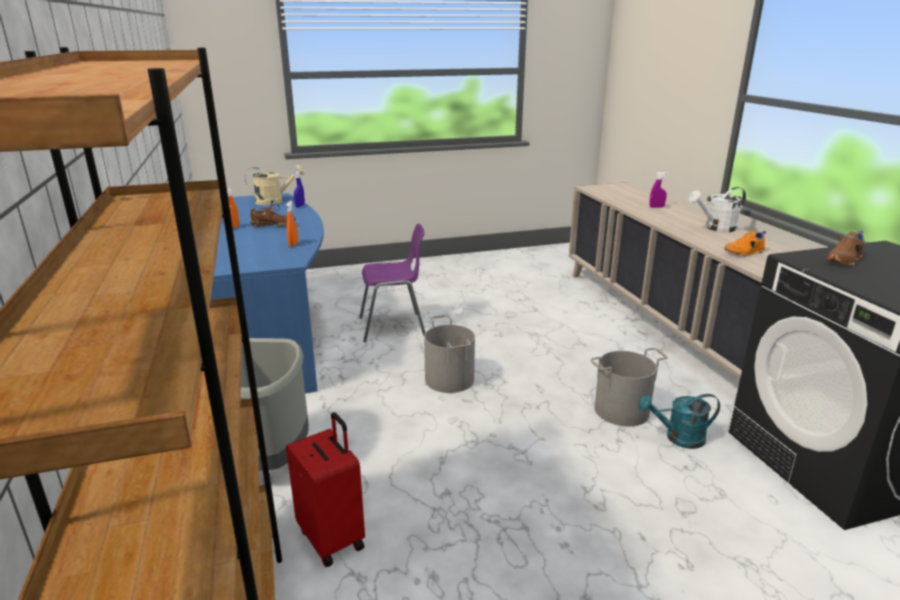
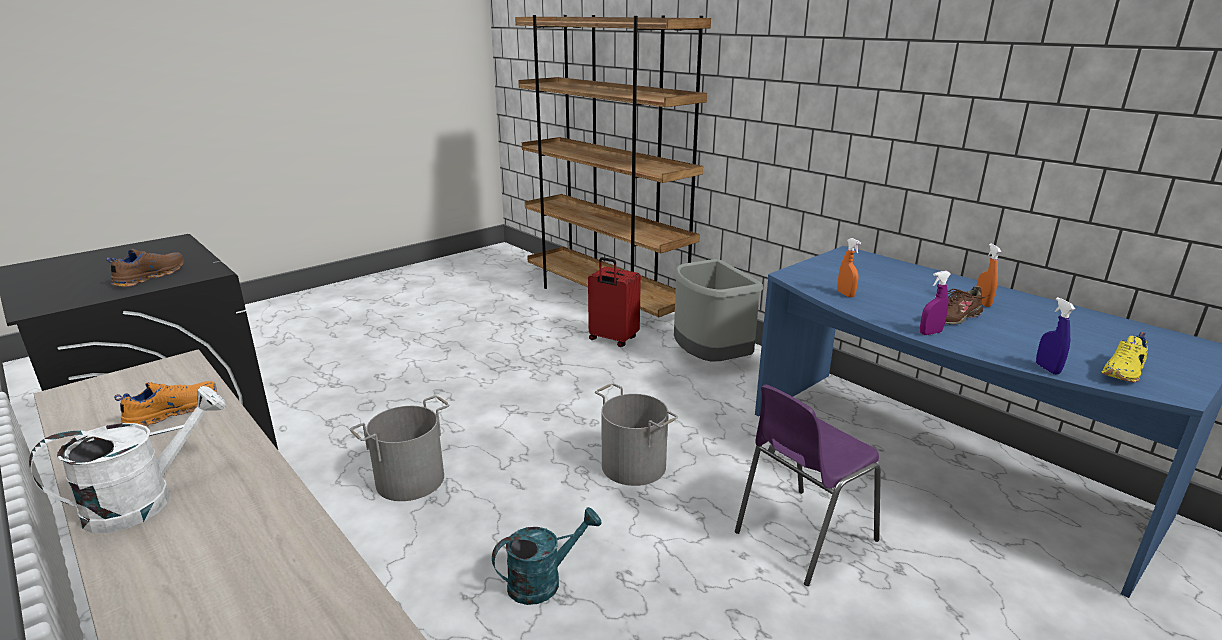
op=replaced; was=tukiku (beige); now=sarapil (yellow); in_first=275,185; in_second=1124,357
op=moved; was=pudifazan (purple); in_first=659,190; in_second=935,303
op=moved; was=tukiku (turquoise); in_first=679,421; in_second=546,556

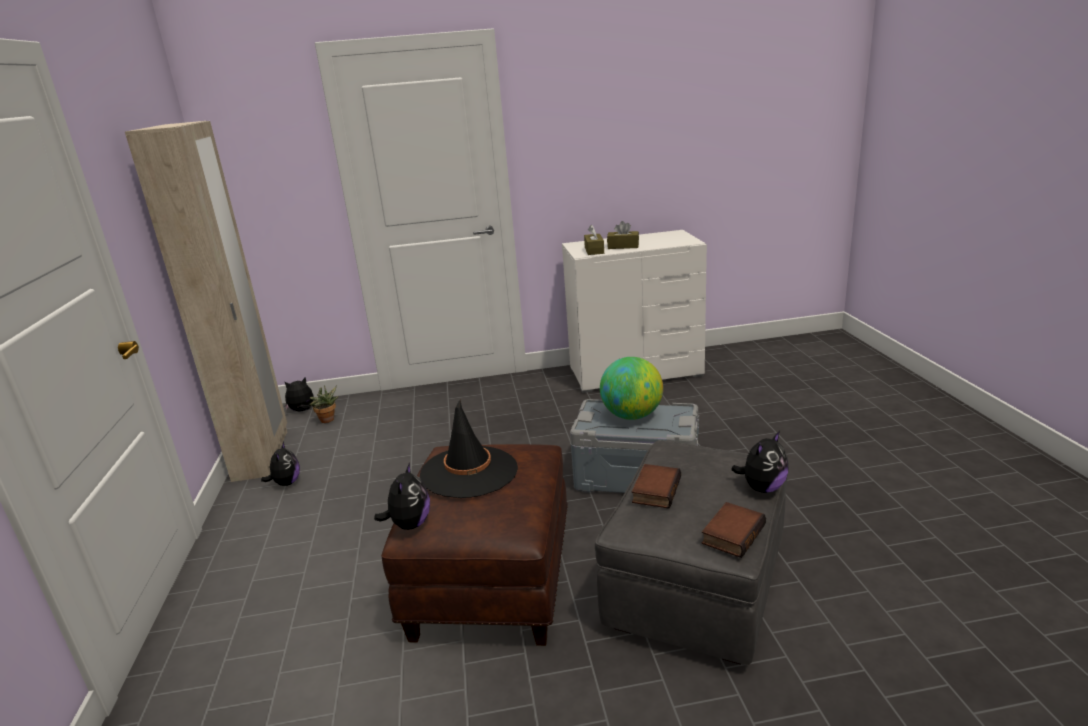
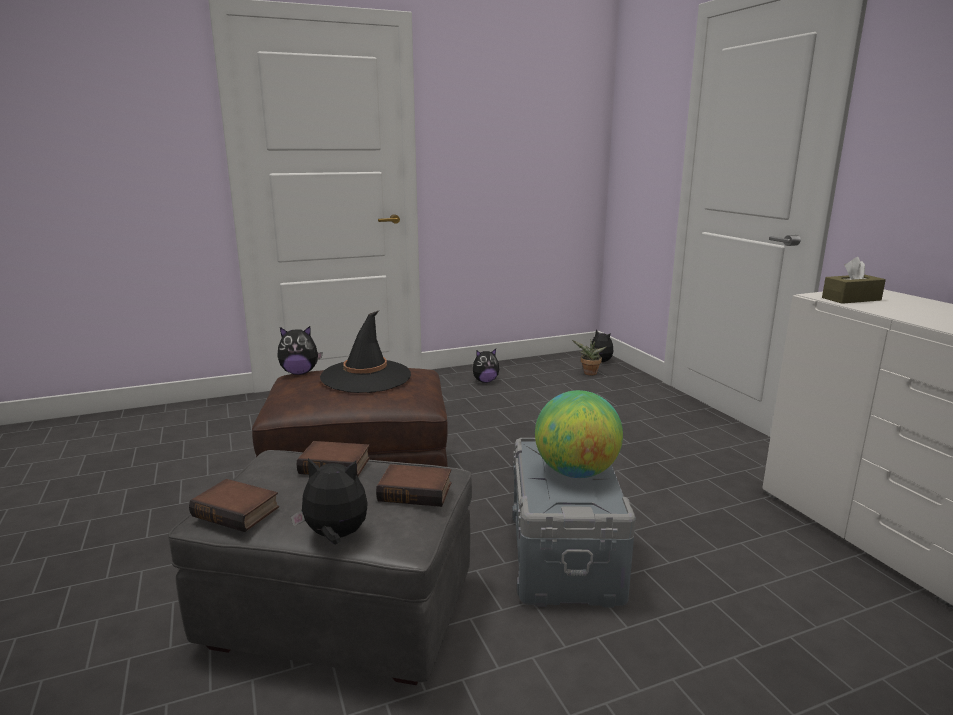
op=removed; was=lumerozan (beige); in_first=206,301
op=removed; was=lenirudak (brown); in_first=623,235
op=turned; was=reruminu; in_first=759,462; in_second=329,501; clockwise=150
op=added; now=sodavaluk; in_second=413,485

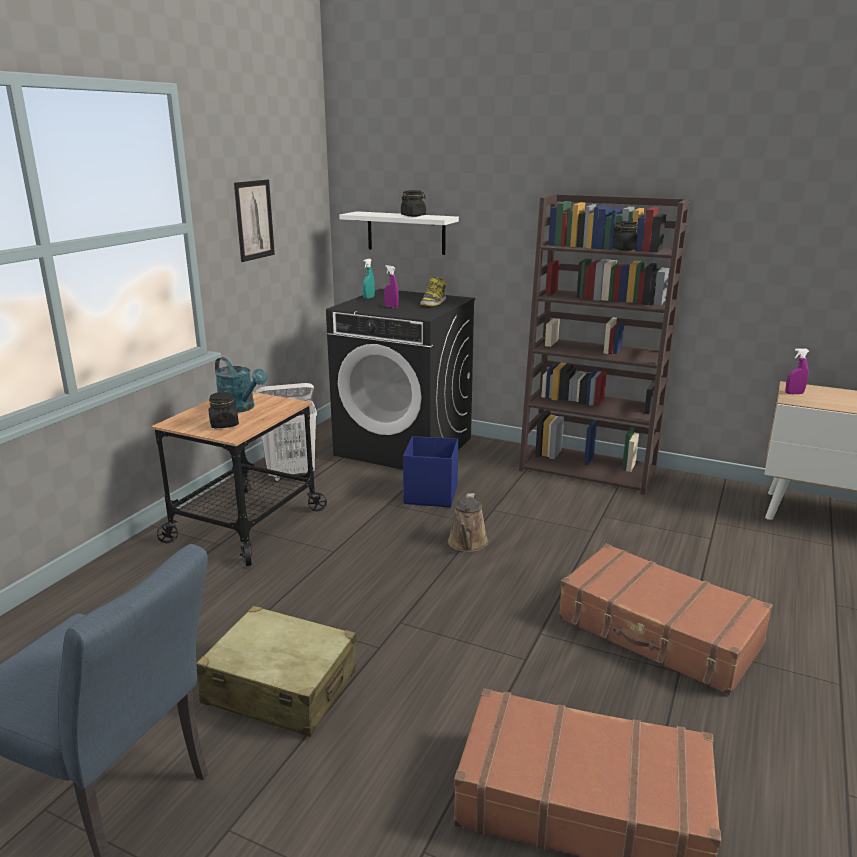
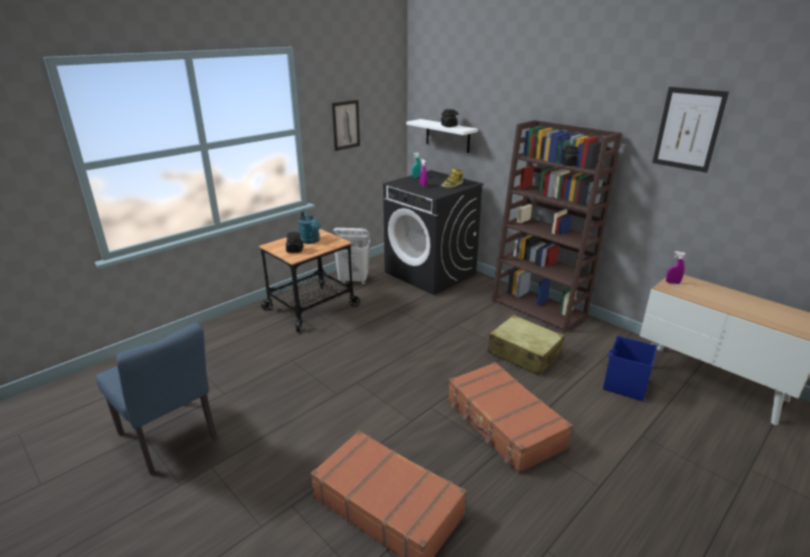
op=moved; was=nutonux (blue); in_first=430,471; in_second=630,368
op=removed; was=tukiku (brown); in_first=468,522
op=moved; was=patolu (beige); in_first=276,671; in_second=526,345
op=added; now=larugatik; in_second=690,130

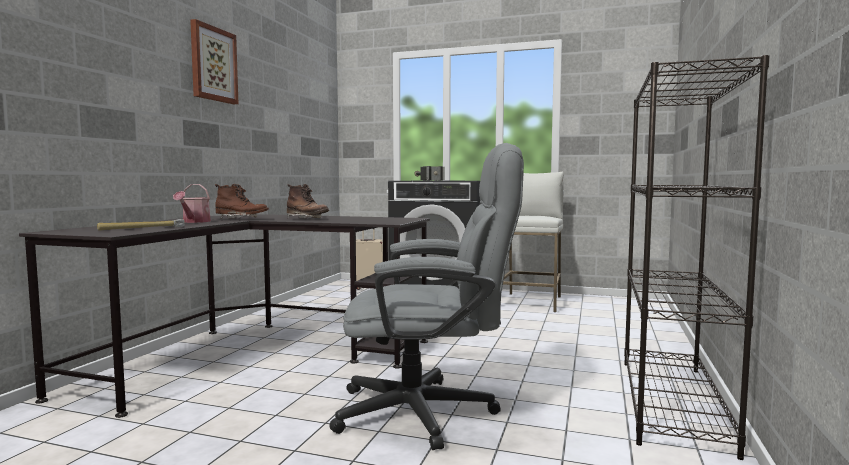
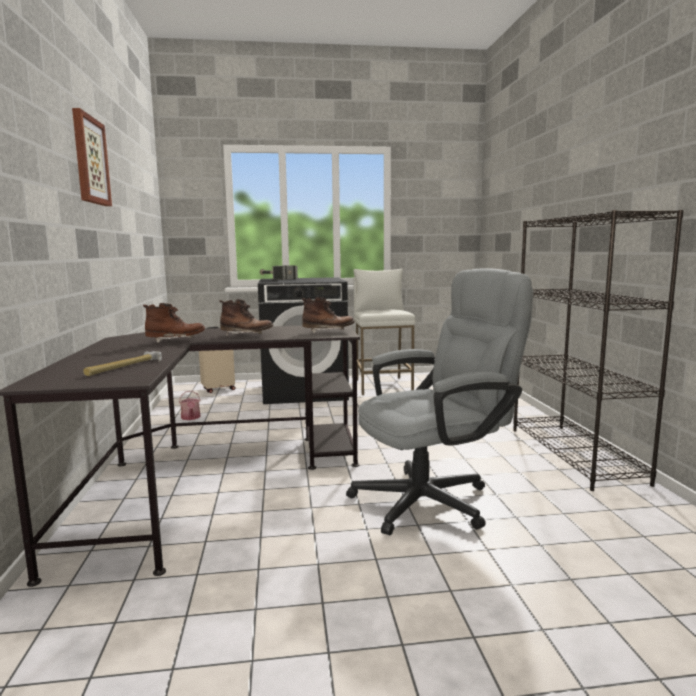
op=moved; was=tukiku; in_first=192,203; in_second=189,405
op=added; now=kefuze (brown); in_second=328,315

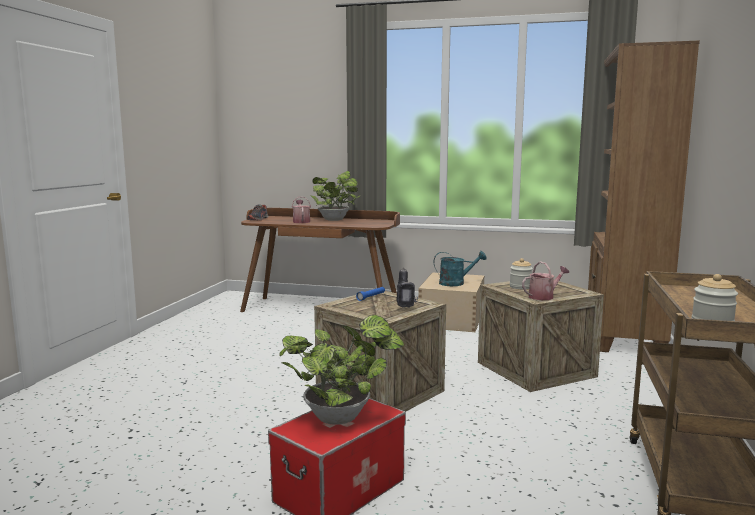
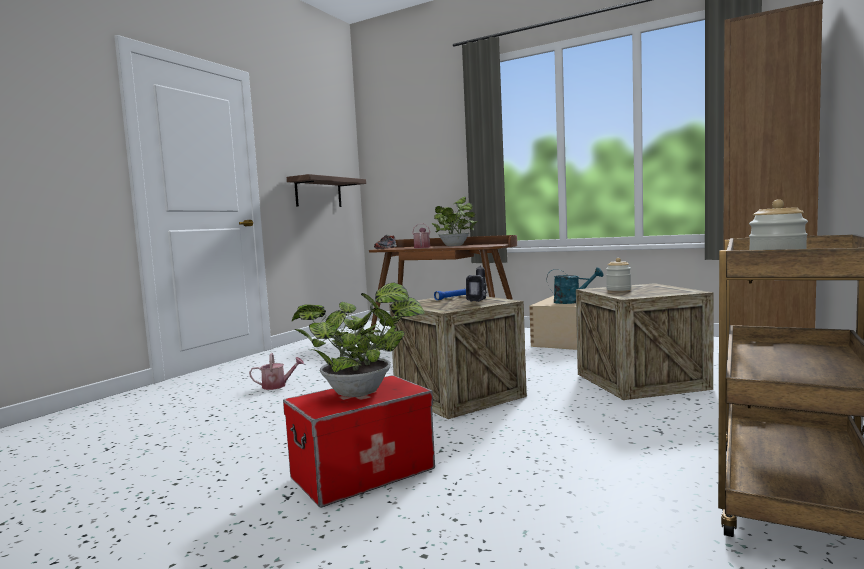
op=moved; was=tukiku; in_first=545,280; in_second=276,371
op=added; now=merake; in_second=326,190

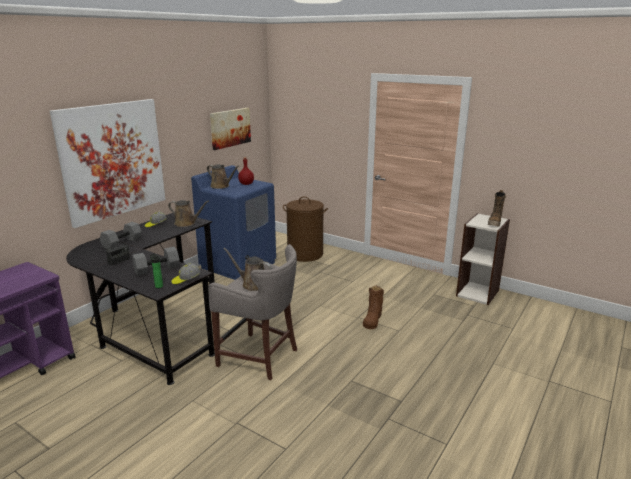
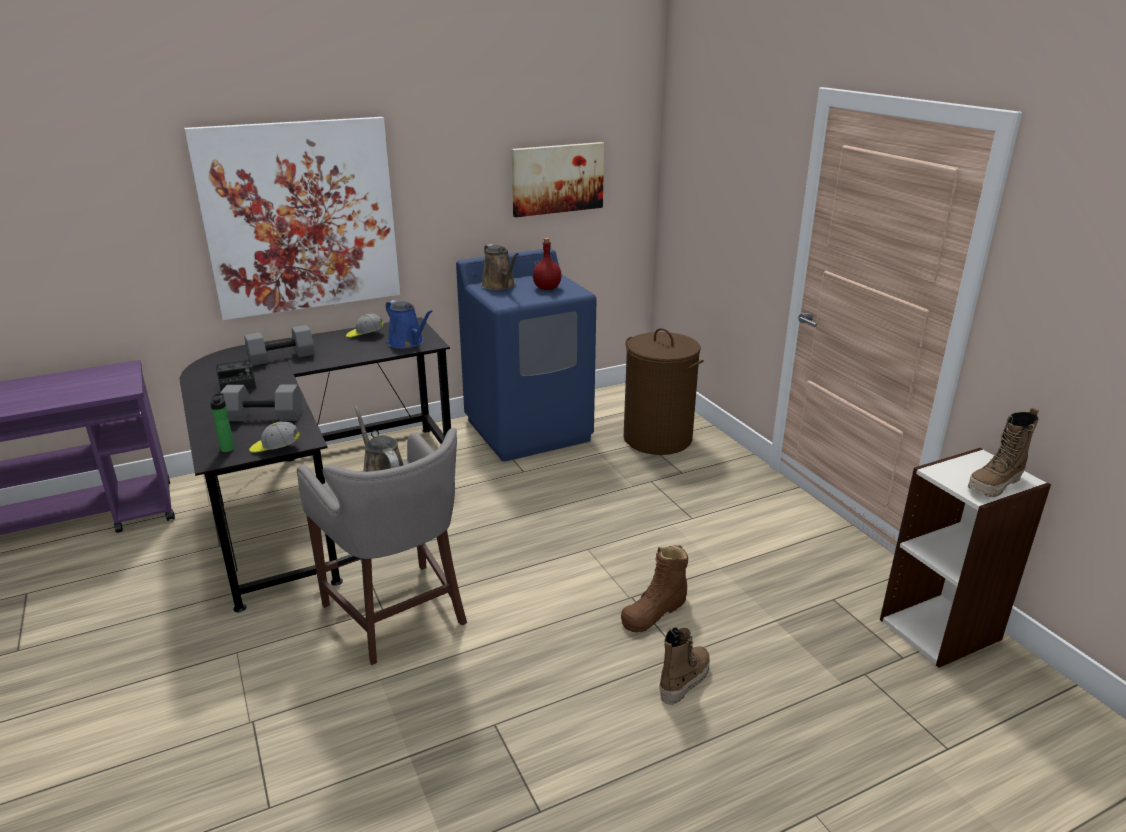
op=recoloured; was=tukiku (brown); now=tukiku (blue); in_first=188,213; in_second=409,324
op=added; now=kefuze; in_second=684,666

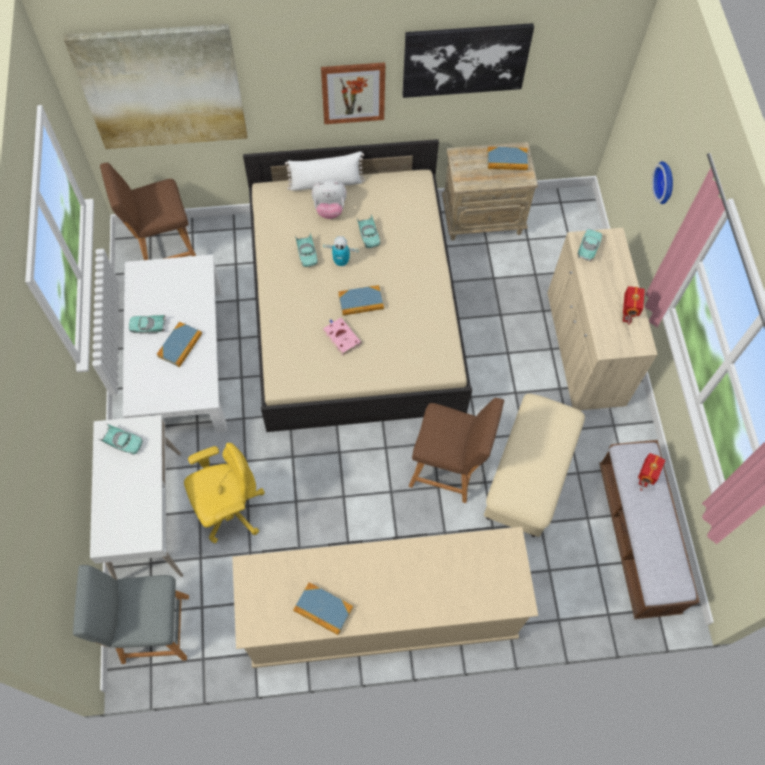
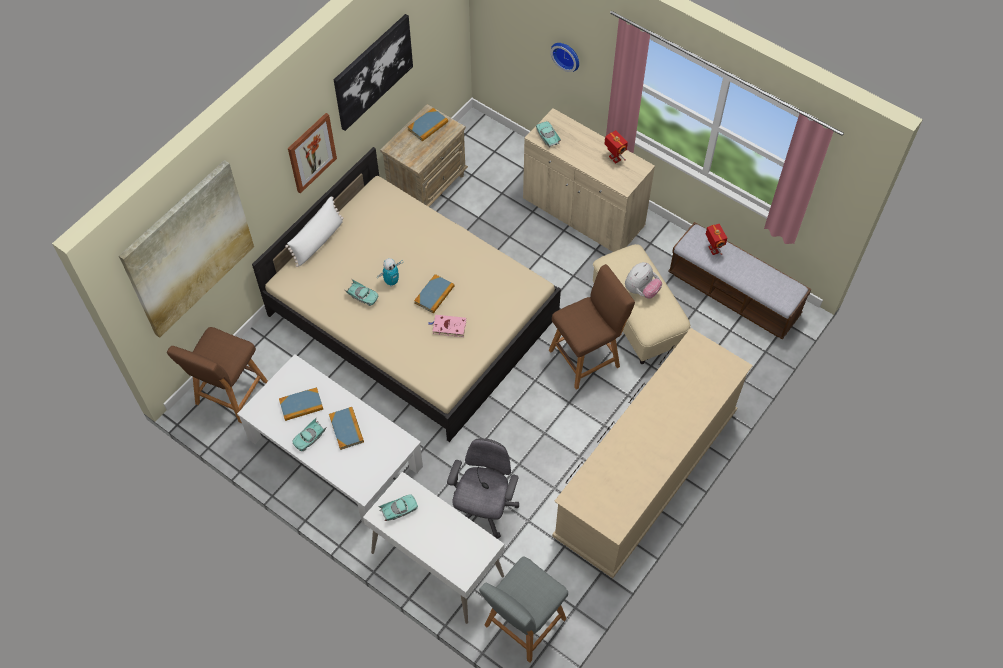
op=moved; was=reruminu; in_first=329,198; in_second=643,280
op=removed; was=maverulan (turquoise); in_first=368,231
op=recoloured; was=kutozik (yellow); now=kutozik (grey); in_first=224,492; in_second=483,488
op=moved; was=sodavaluk; in_first=323,608; in_second=301,404

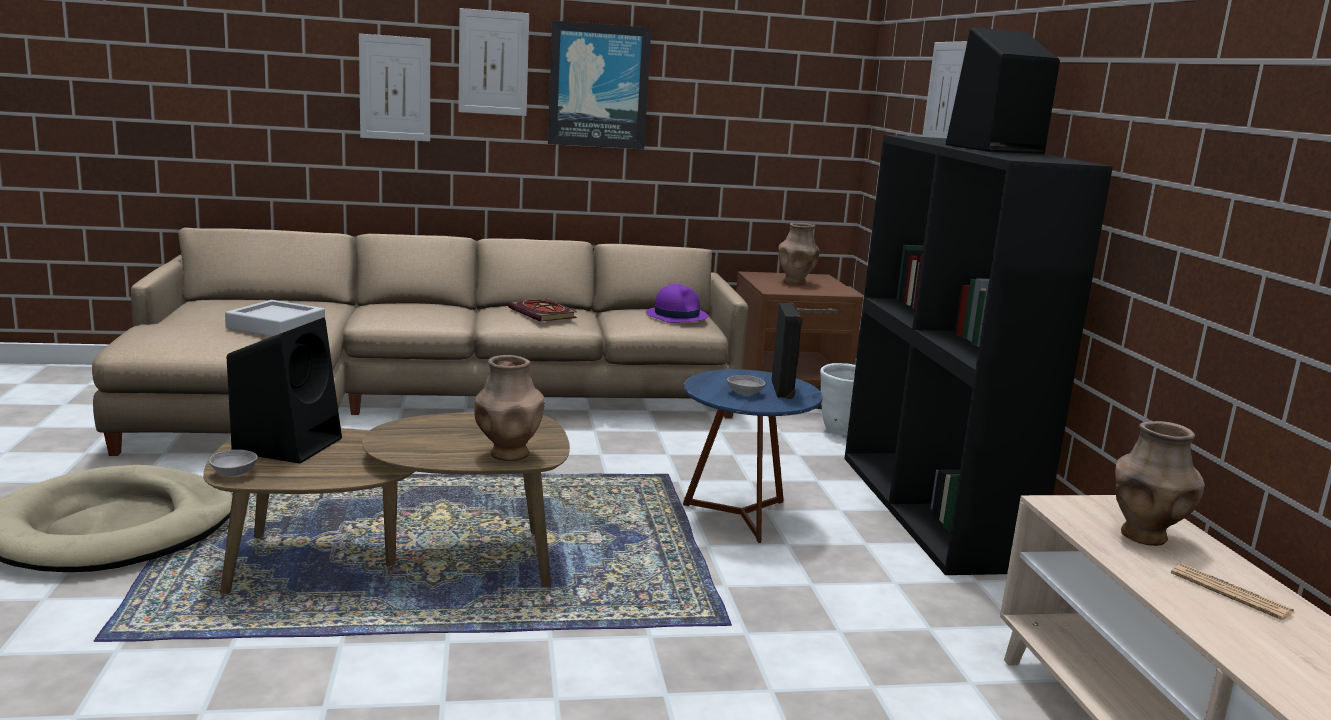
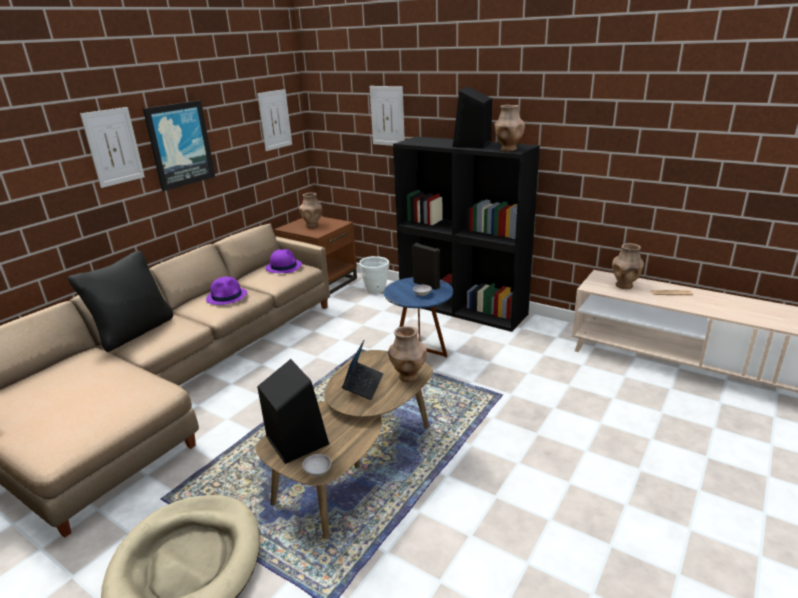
op=moved; was=larugatik; in_first=394,87; in_second=274,120
op=replaced; was=sodavaluk; now=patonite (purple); in_first=542,310; in_second=226,291
op=removed; was=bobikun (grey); in_first=275,318
op=added; now=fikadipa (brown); in_second=510,128
op=added; now=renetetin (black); in_second=120,301
op=added; now=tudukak; in_second=363,369

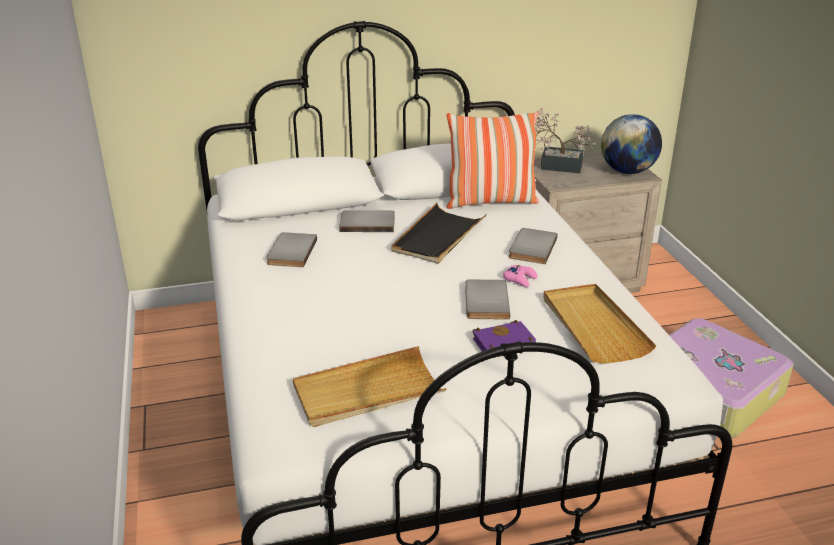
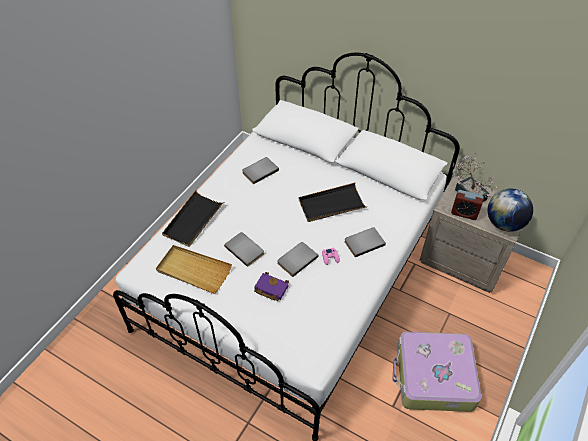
op=removed; was=renetetin; in_first=493,160
op=moved; was=sodavaluk (grey); in_first=367,221; in_second=244,249
op=removed; was=bobikun (beige); in_first=599,324
op=added; now=bobikun (black); in_second=193,218
op=added; now=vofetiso; in_second=467,205

